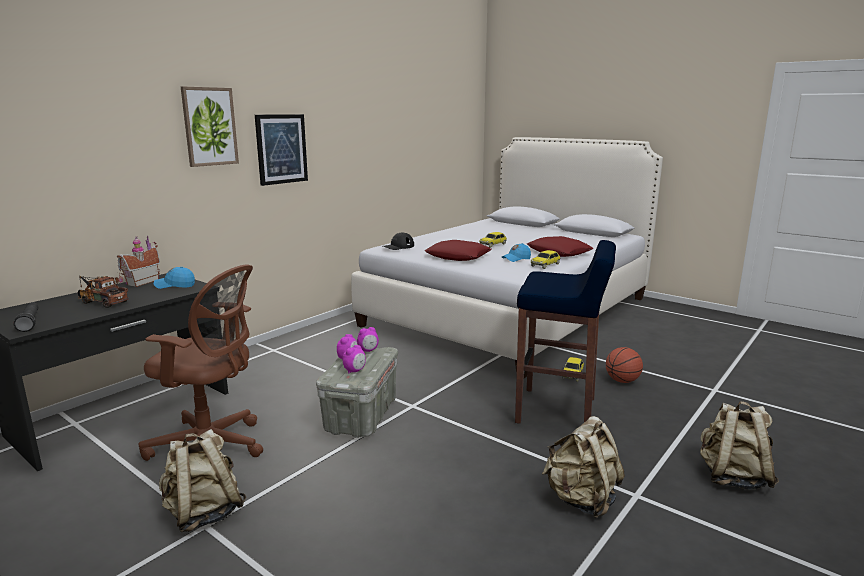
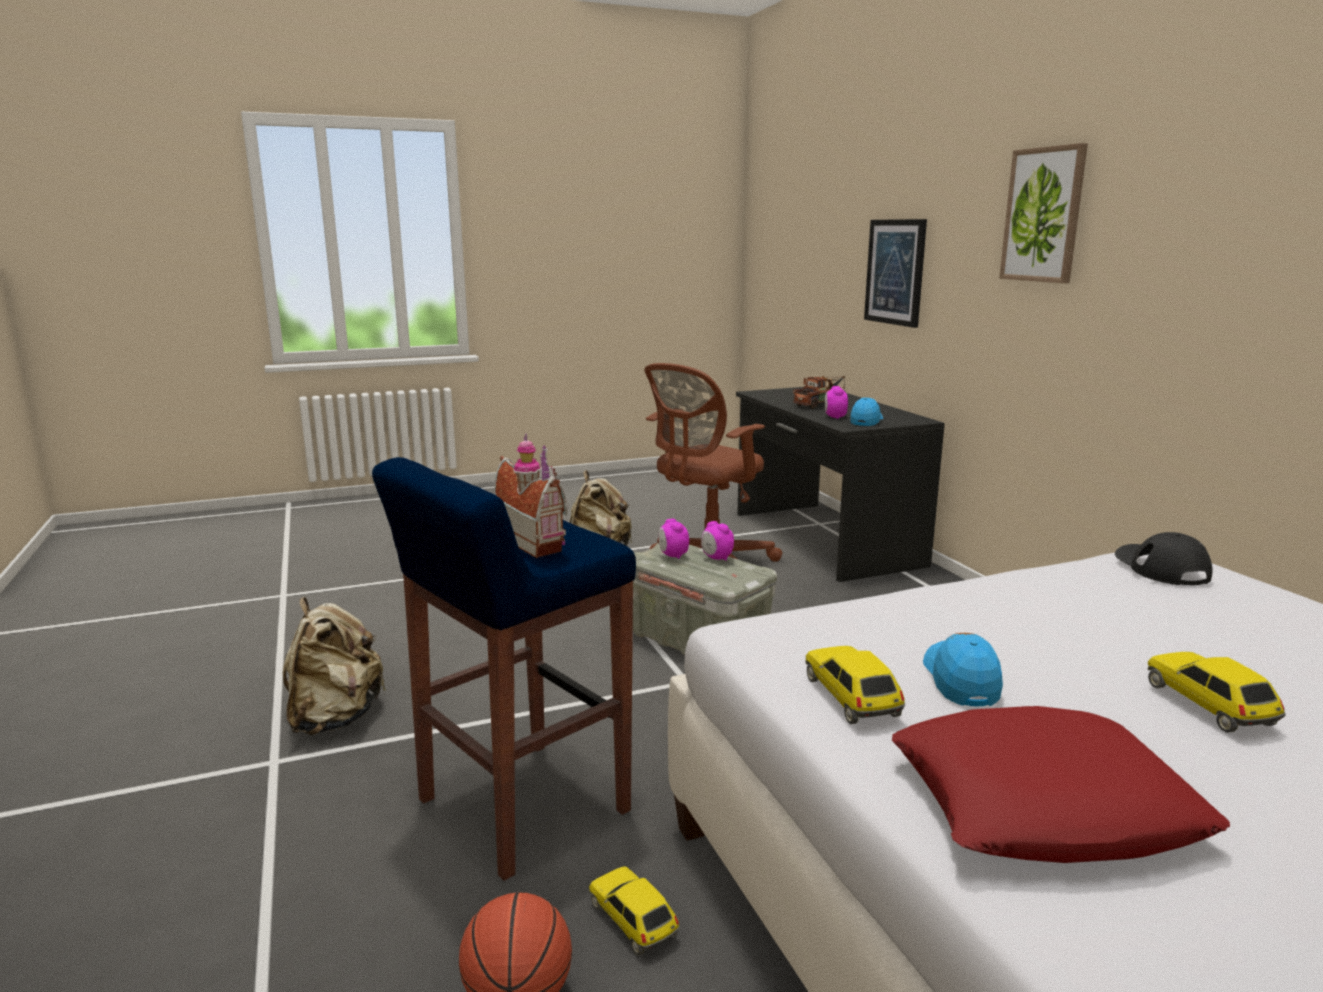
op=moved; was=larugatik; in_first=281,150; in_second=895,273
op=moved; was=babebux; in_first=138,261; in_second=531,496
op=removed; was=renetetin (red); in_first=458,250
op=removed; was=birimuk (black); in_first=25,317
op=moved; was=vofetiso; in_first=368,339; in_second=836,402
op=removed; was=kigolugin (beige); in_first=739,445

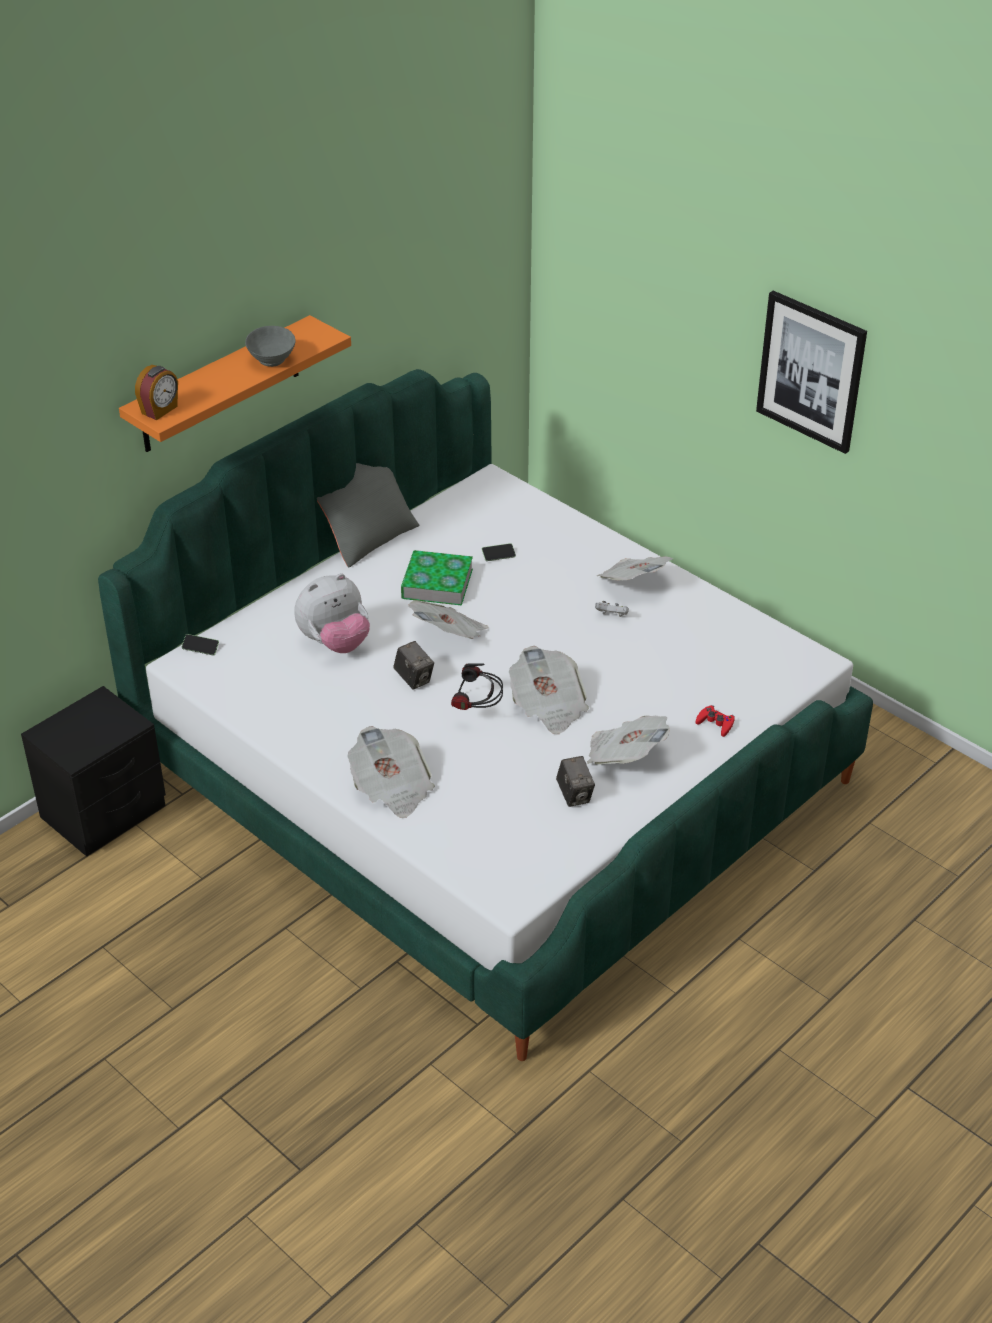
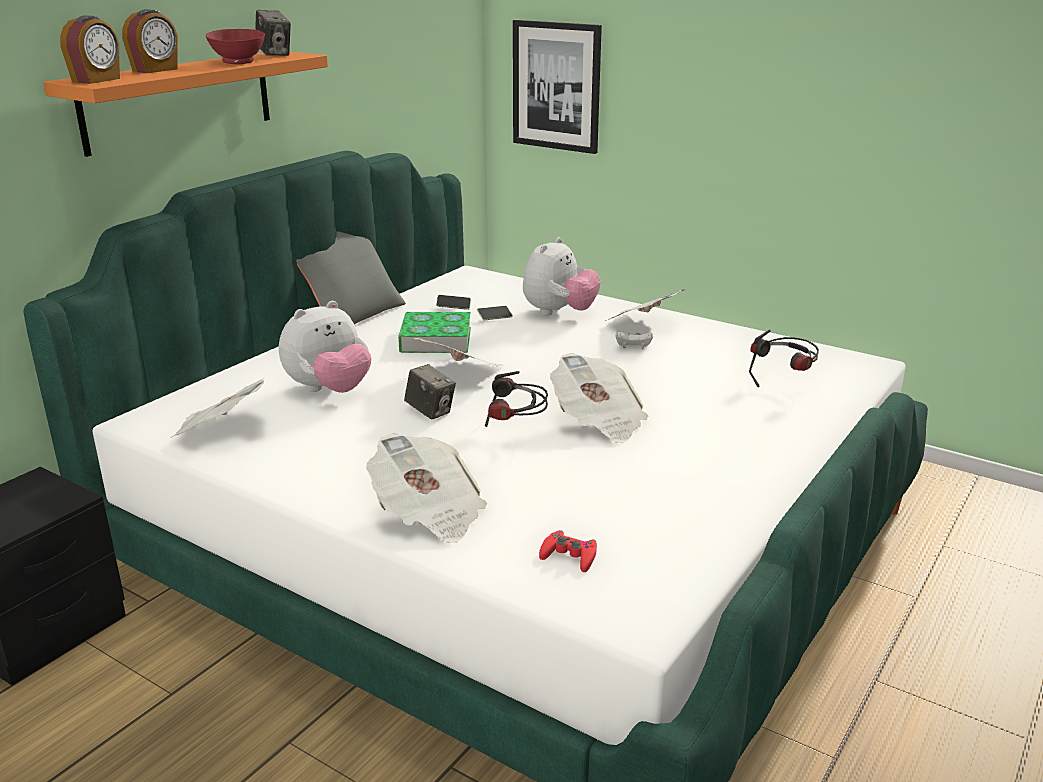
op=moved; was=larugatik; in_first=811,372; in_second=557,87
op=recoloured; was=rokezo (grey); now=rokezo (red); in_first=270,346; in_second=235,46
op=moved; was=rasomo; in_first=200,644; in_second=453,302
op=moved; was=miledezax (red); in_first=715,721; in_second=568,551
op=moved; was=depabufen; in_first=628,740; in_second=217,408
op=moved; was=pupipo; in_first=575,781; in_second=273,33
op=added; now=vofetiso; in_second=150,41
op=added; now=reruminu; in_second=561,276
op=added; now=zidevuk; in_second=784,358

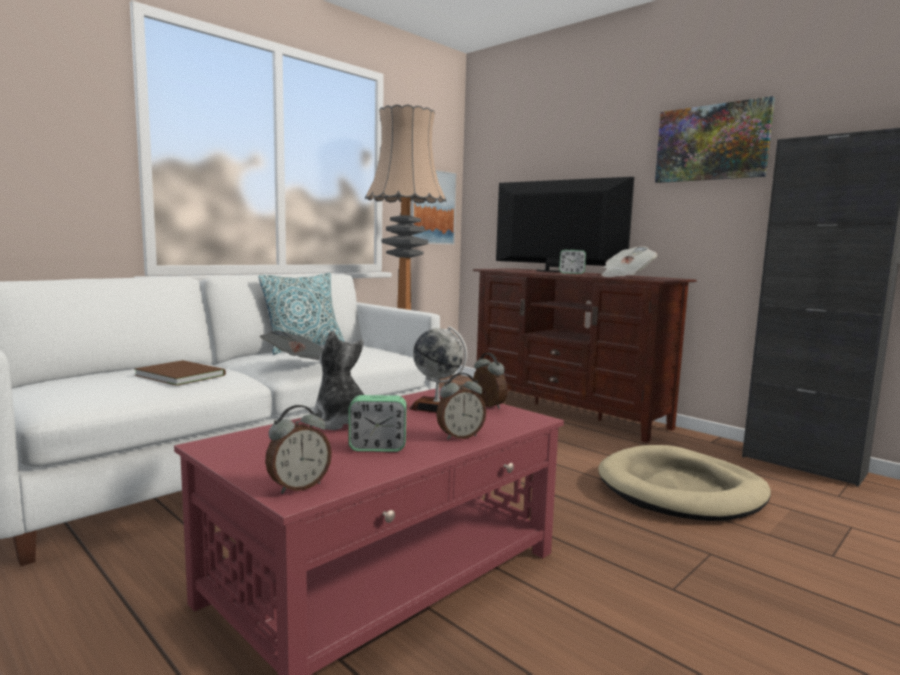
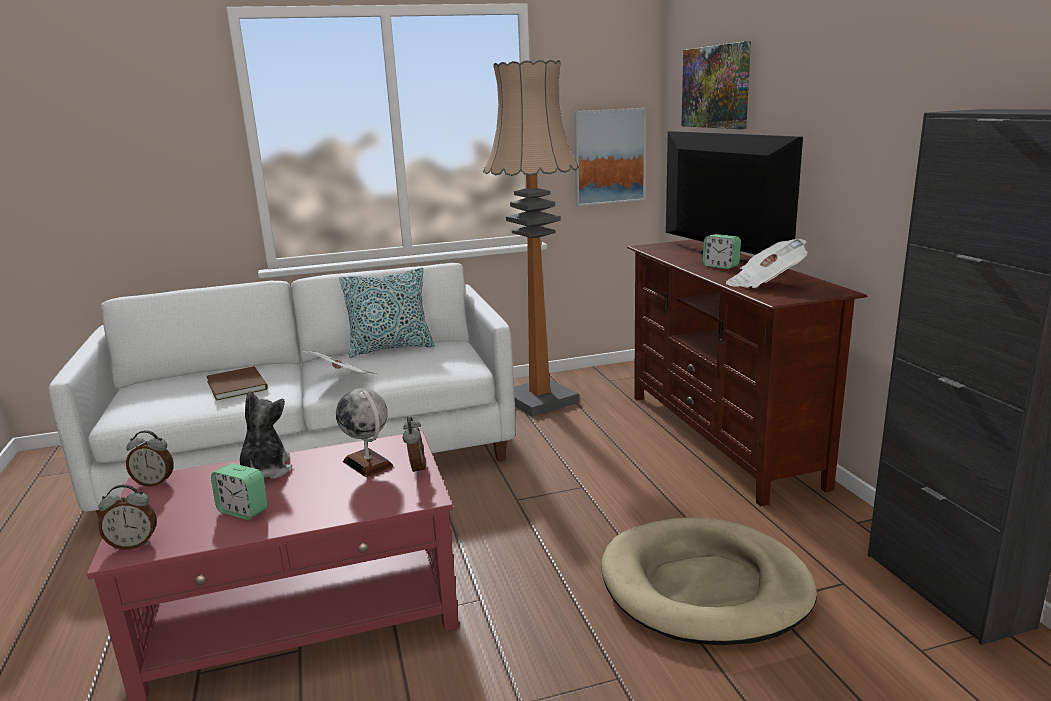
op=moved; was=larugatik; in_first=715,139; in_second=716,85
op=moved; was=vofetiso; in_first=461,406; in_second=150,458

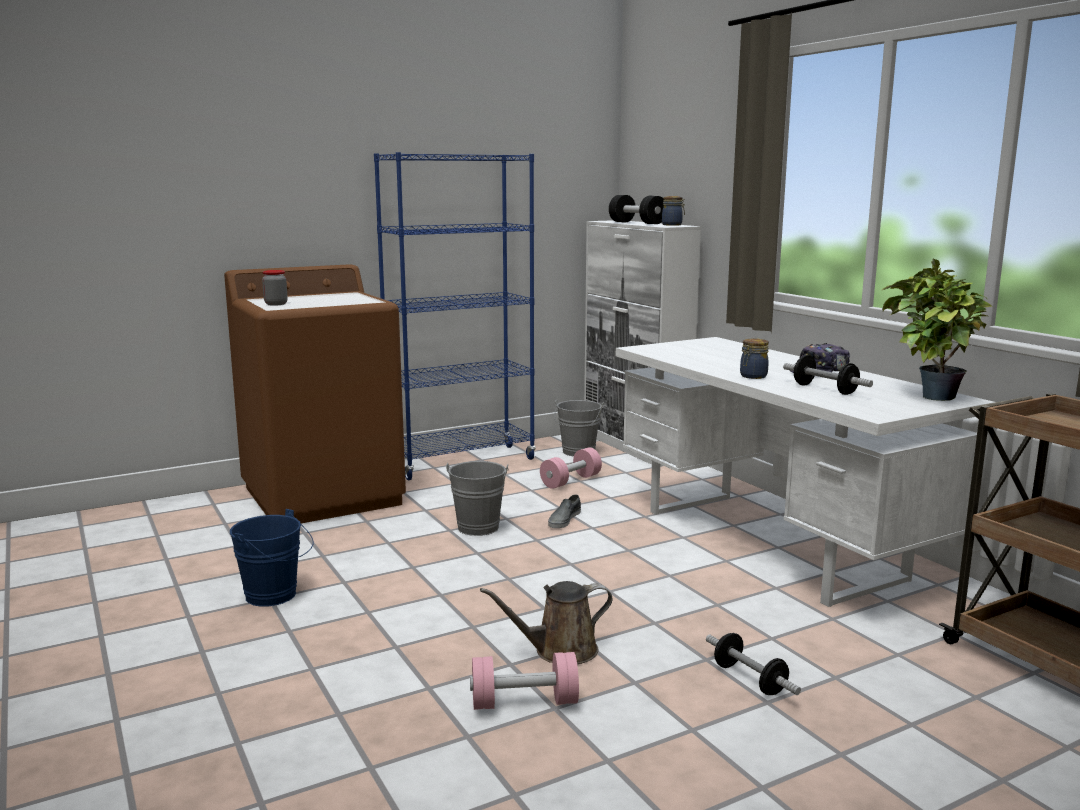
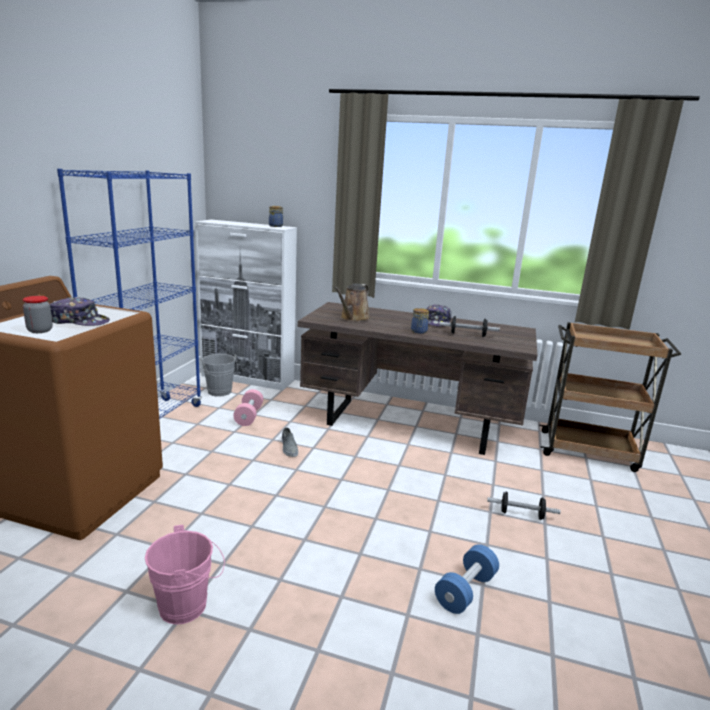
op=removed; was=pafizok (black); in_first=636,209
op=removed; was=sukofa; in_first=937,329
op=recoloured; was=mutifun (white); now=mutifun (brown); in_first=805,472; in_second=418,378
op=removed; was=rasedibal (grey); in_first=477,498
op=recoloured; was=rasedibal (blue); now=rasedibal (pink); in_first=272,558; in_second=185,575
op=moved; was=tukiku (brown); in_first=546,622; in_second=352,302
op=recoloured; was=pafizok (pink); now=pafizok (blue); in_first=524,681; in_second=467,579
op=added; now=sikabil; in_second=80,311

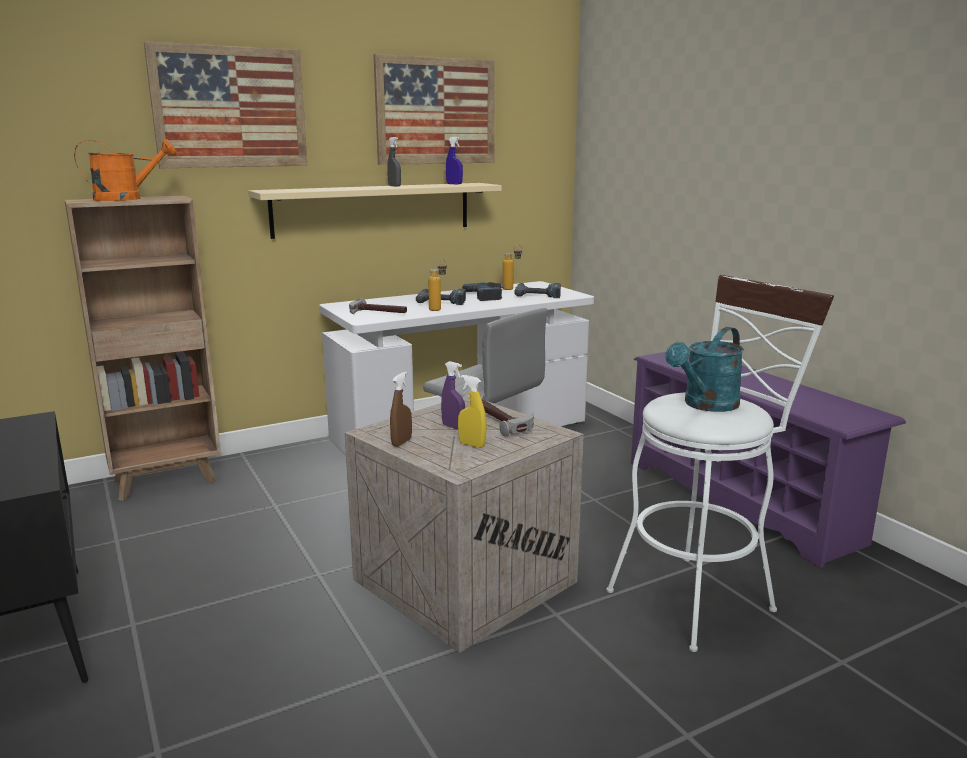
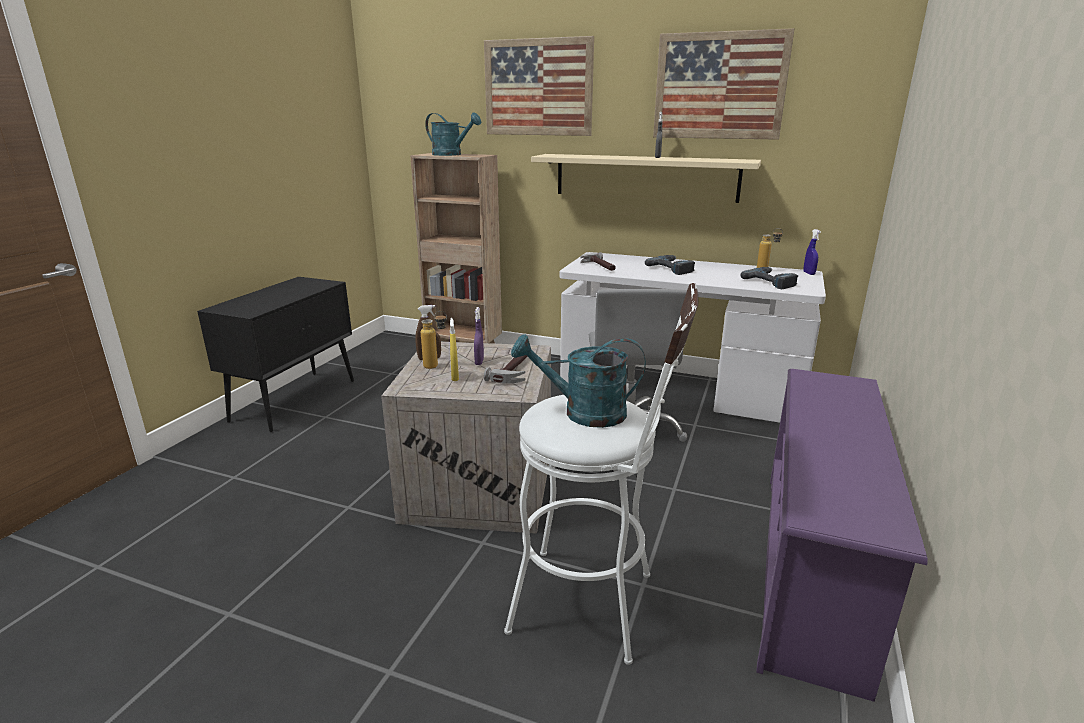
op=moved; was=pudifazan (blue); in_first=454,160; in_second=812,252
op=recoloured; was=tukiku (orange); now=tukiku (turquoise); in_first=125,170; in_second=453,134
op=moved; was=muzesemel; in_first=437,285; in_second=434,340
op=removed; was=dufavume; in_first=483,291

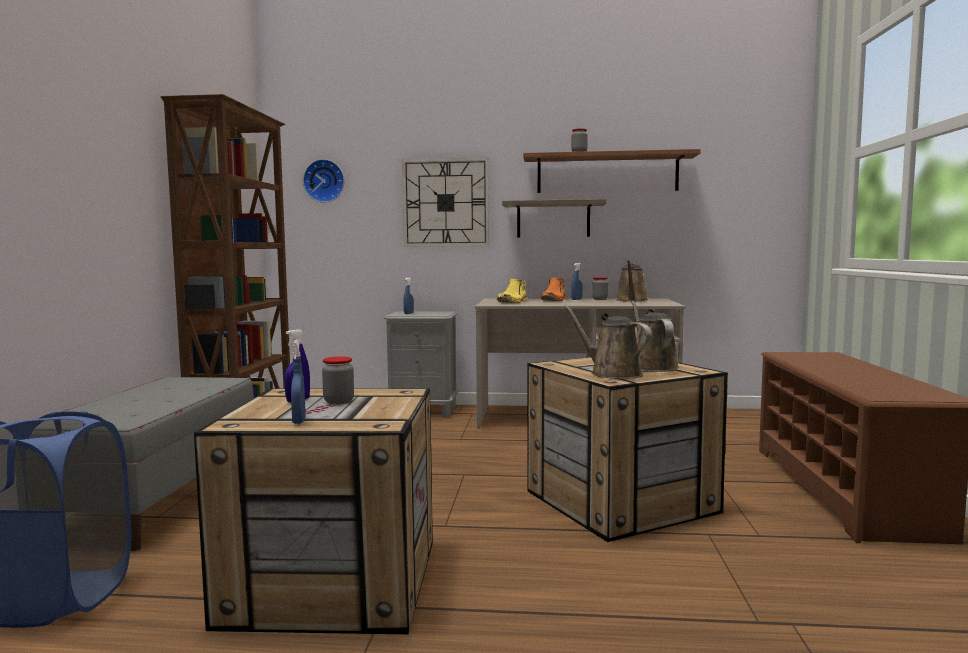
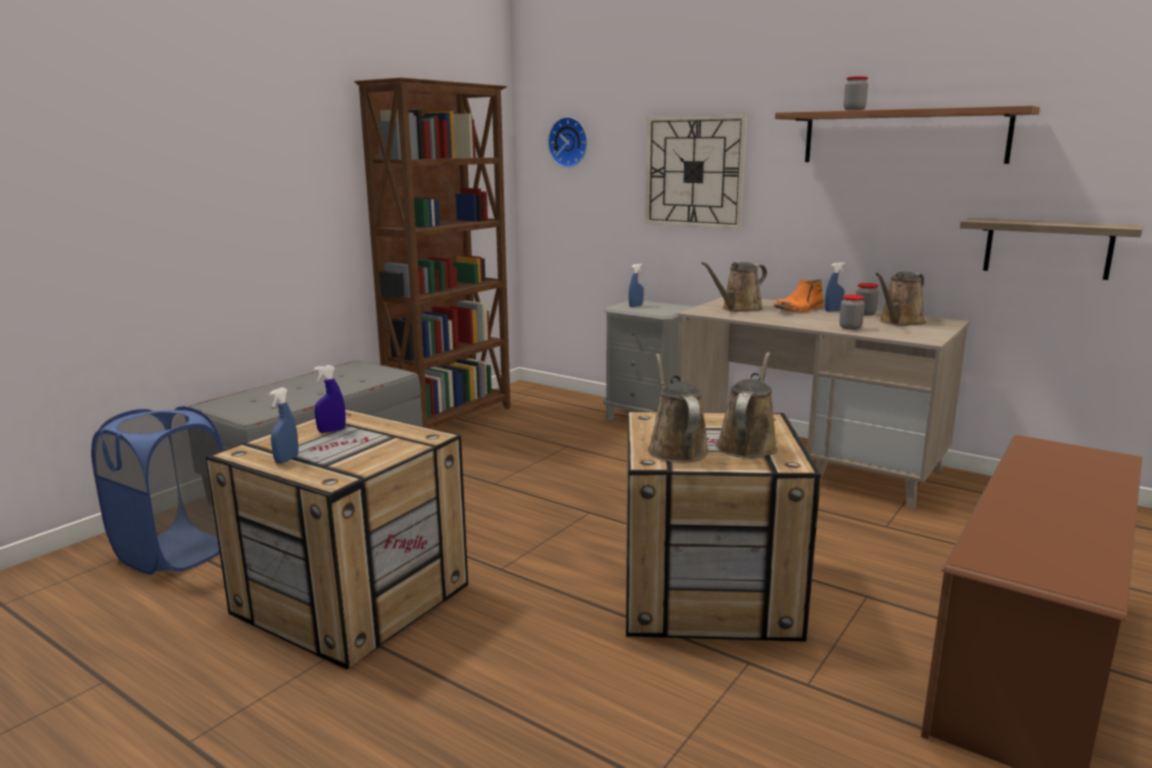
op=moved; was=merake; in_first=554,218; in_second=1051,249
op=replaced; was=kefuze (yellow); now=tukiku (brown); in_first=512,291; in_second=734,287
op=moved; was=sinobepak; in_first=338,380; in_second=852,312

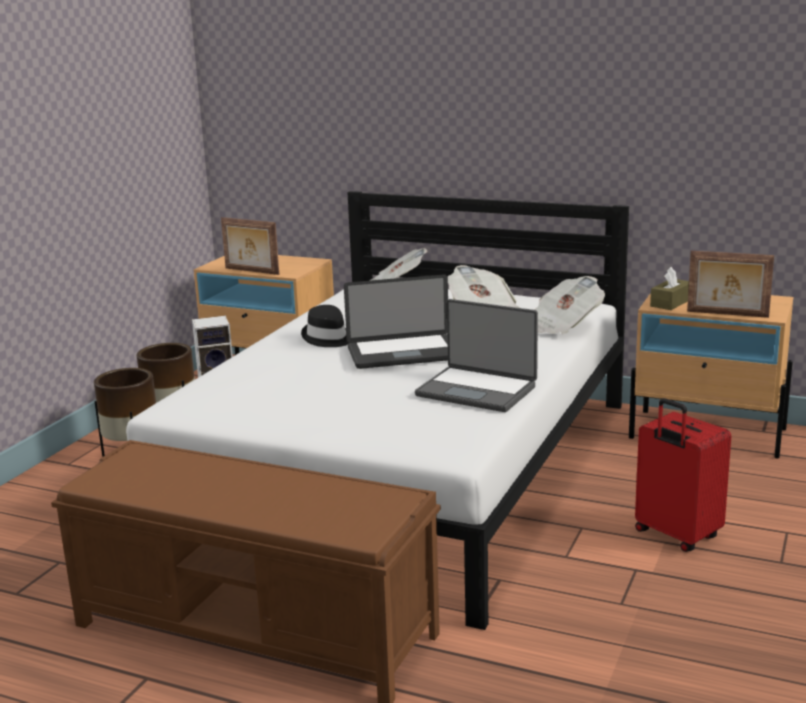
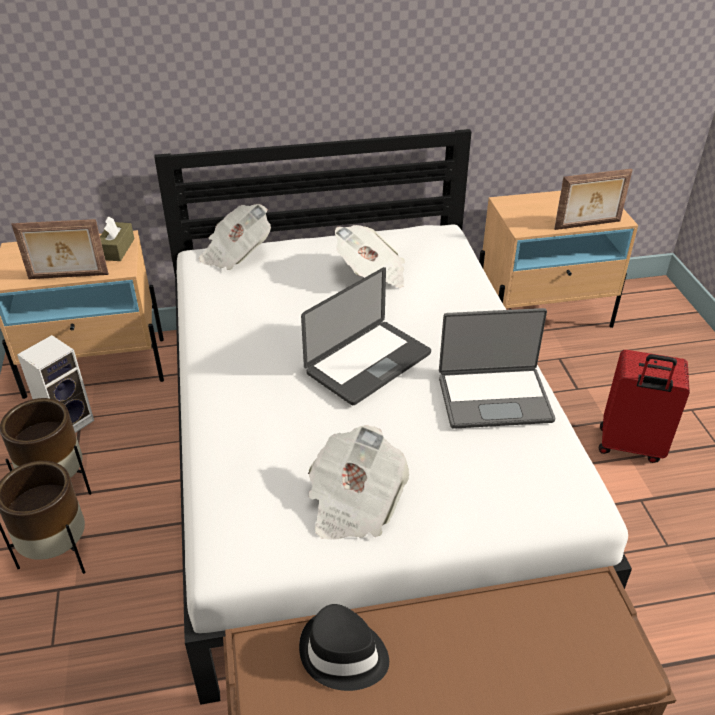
op=moved; was=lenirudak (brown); in_first=669,288; in_second=117,239
op=moved; was=depabufen; in_first=569,305; in_second=358,482
op=moved; was=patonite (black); in_first=325,326; in_second=344,647

